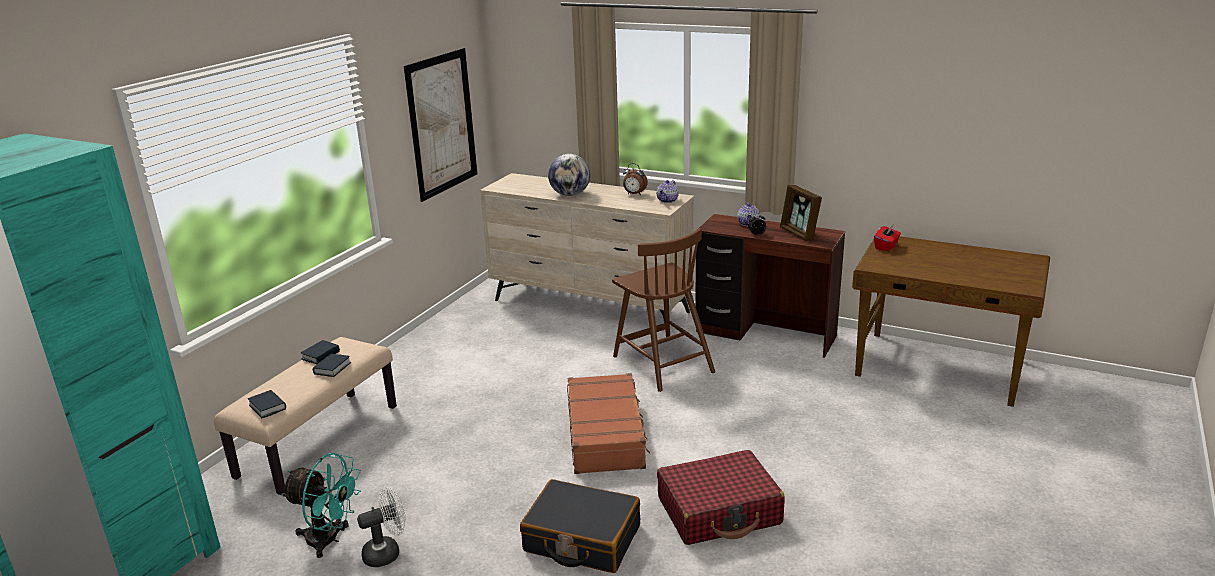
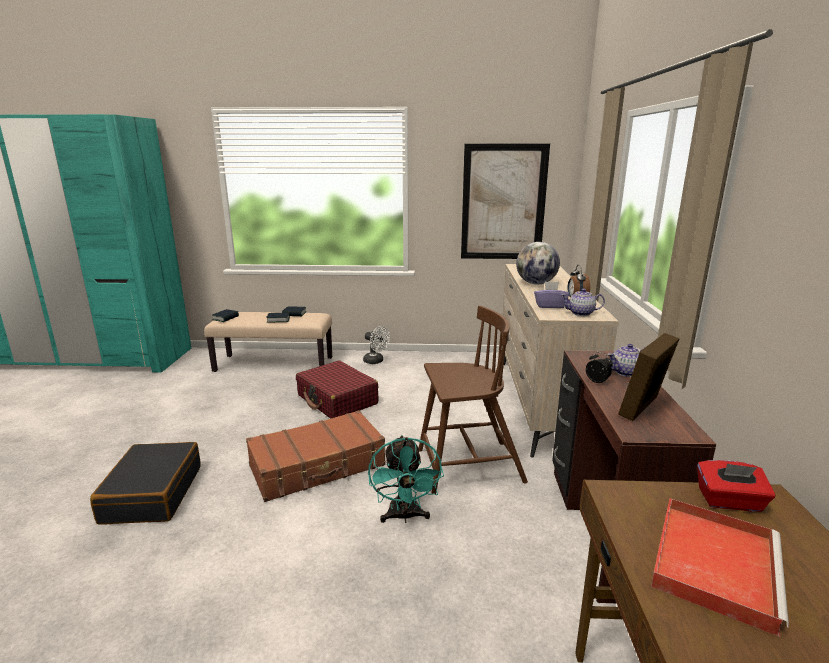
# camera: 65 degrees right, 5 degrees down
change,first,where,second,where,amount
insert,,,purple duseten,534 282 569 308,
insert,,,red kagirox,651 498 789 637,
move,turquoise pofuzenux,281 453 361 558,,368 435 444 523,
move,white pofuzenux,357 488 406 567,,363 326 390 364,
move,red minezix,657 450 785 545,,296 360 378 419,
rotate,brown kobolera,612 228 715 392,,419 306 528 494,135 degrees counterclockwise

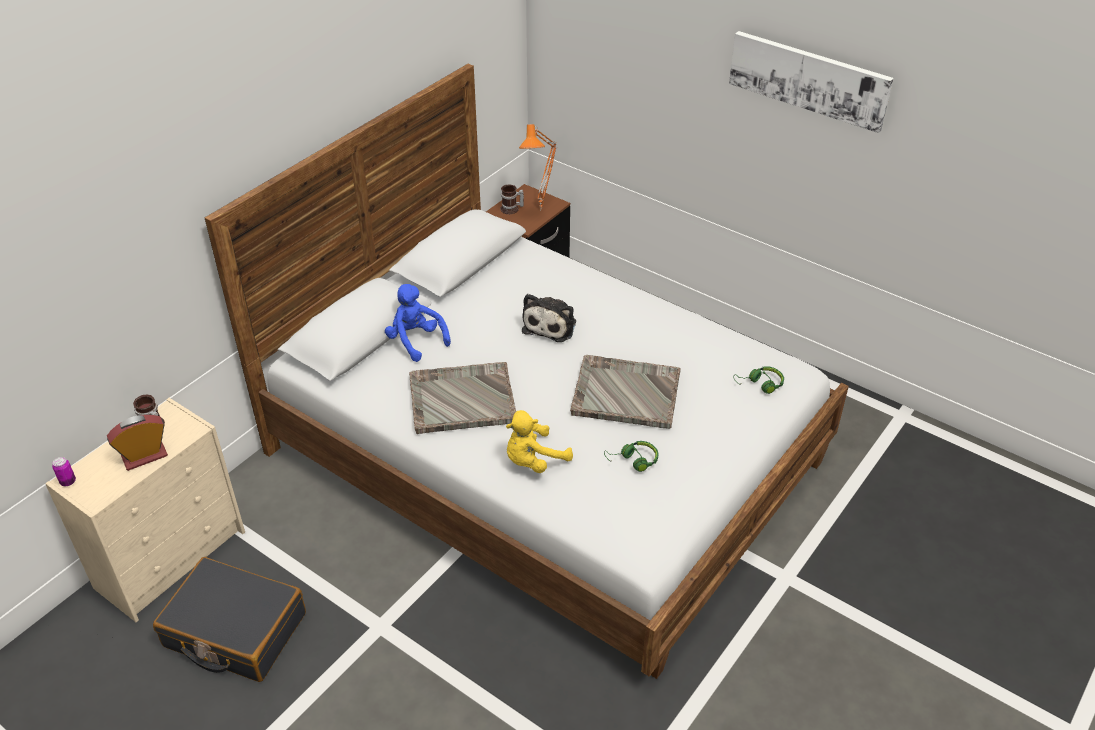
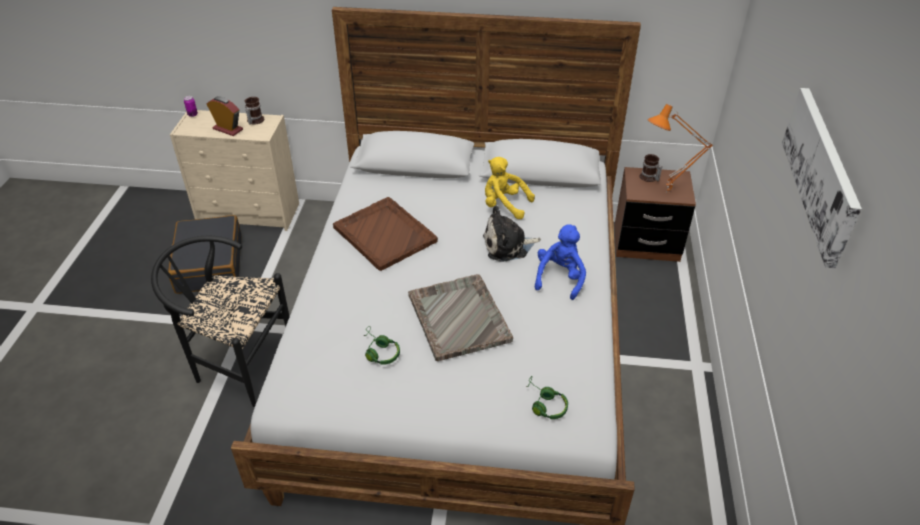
# camera: 60 degrees right, 0 degrees up
change,first,where,second,where,amount
insert,,,black kobolera,151 236 290 407,
move,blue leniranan,385 284 451 362,,535 224 586 300,
move,yellow leniranan,506 410 573 473,,485 157 535 219,
recolor,grey kagirox,409 362 516 434,brown kagirox,333 197 438 271,

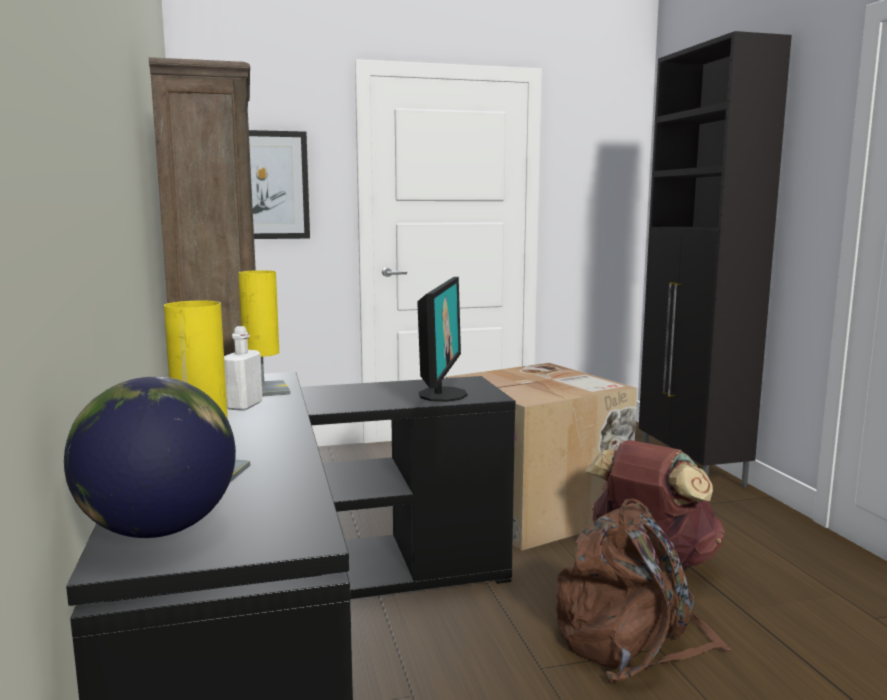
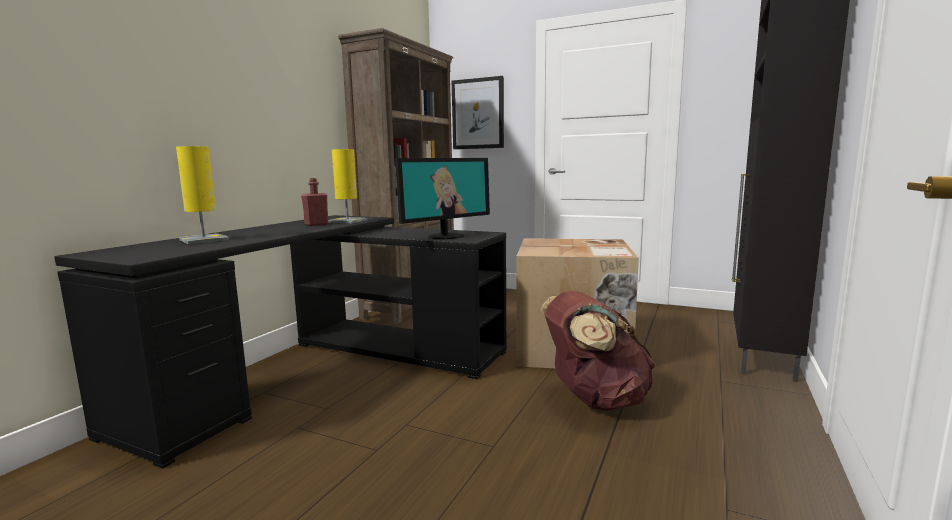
# camera: 40 degrees right, 0 degrees up
change,first,where,second,where,amount
delete,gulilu,64 377 236 538,,,
delete,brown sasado,556 499 732 683,,,
recolor,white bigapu,224 326 262 411,red bigapu,301 178 329 226,

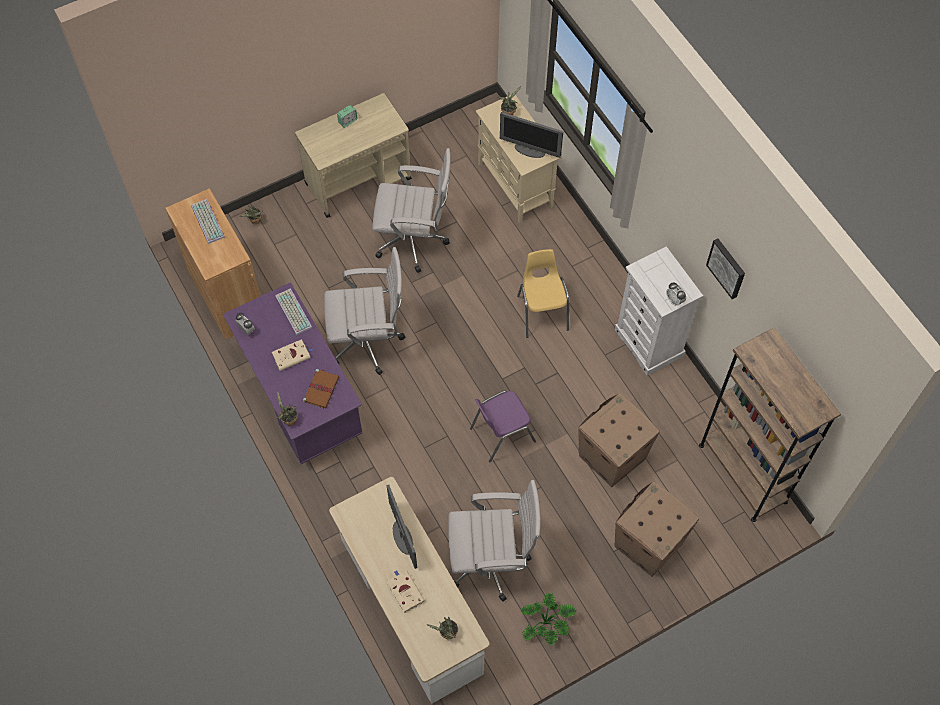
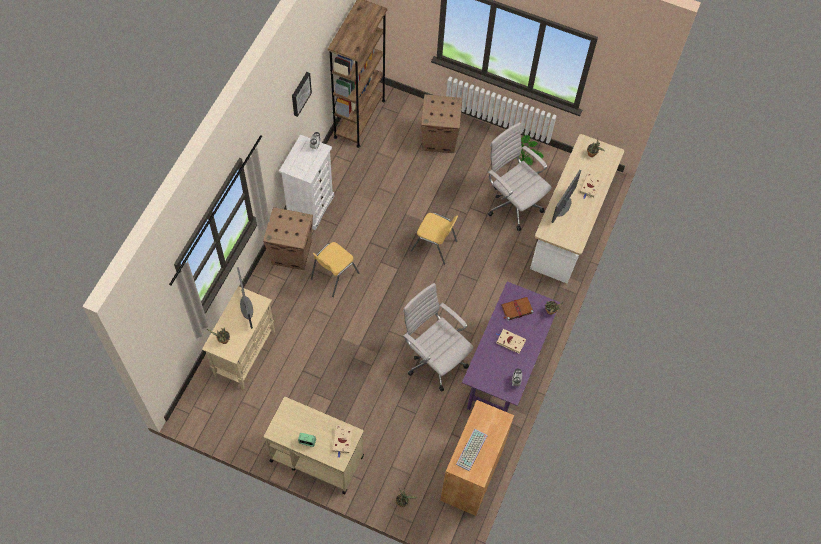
# camera: 130 degrees left, 0 degrees up
change,first,where,second,where,amount
delete,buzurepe,275 288 312 335,,,
delete,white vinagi,372 148 451 273,,,
insert,,,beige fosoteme,332 425 353 458,
move,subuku,578 393 660 487,,263 207 313 270,
recolor,purple kobolera,470 391 536 463,yellow kobolera,411 213 458 265,

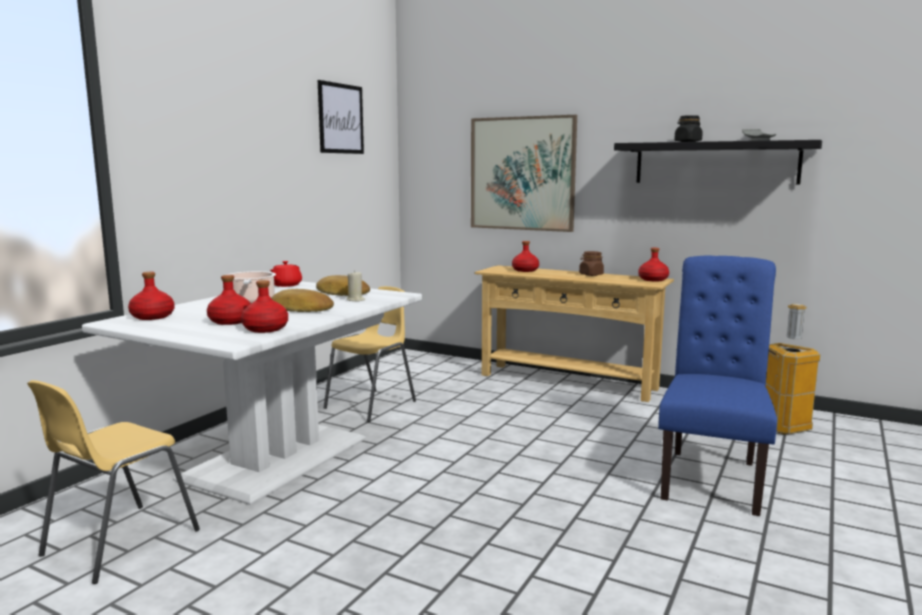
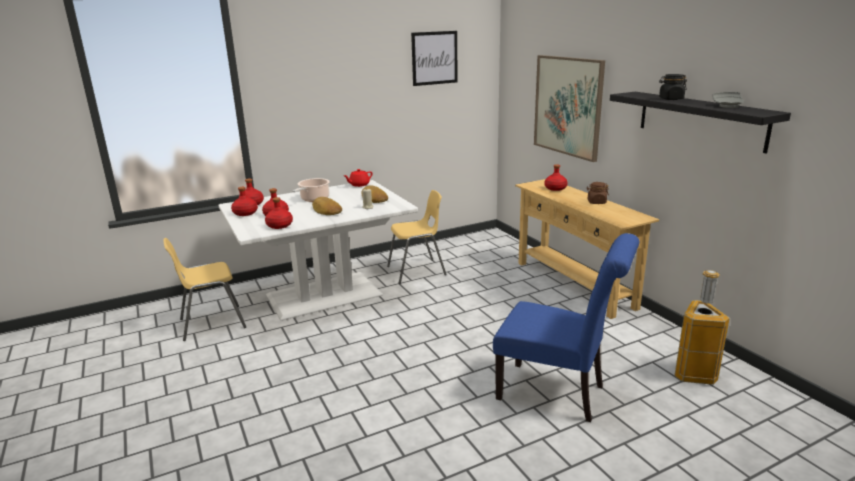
# camera: 35 degrees right, 10 degrees up
change,first,where,second,where,amount
move,red bigapu,639 248 669 281,,231 187 258 216,
rotate,blue kobolera,658 256 777 516,,493 233 639 422,60 degrees clockwise

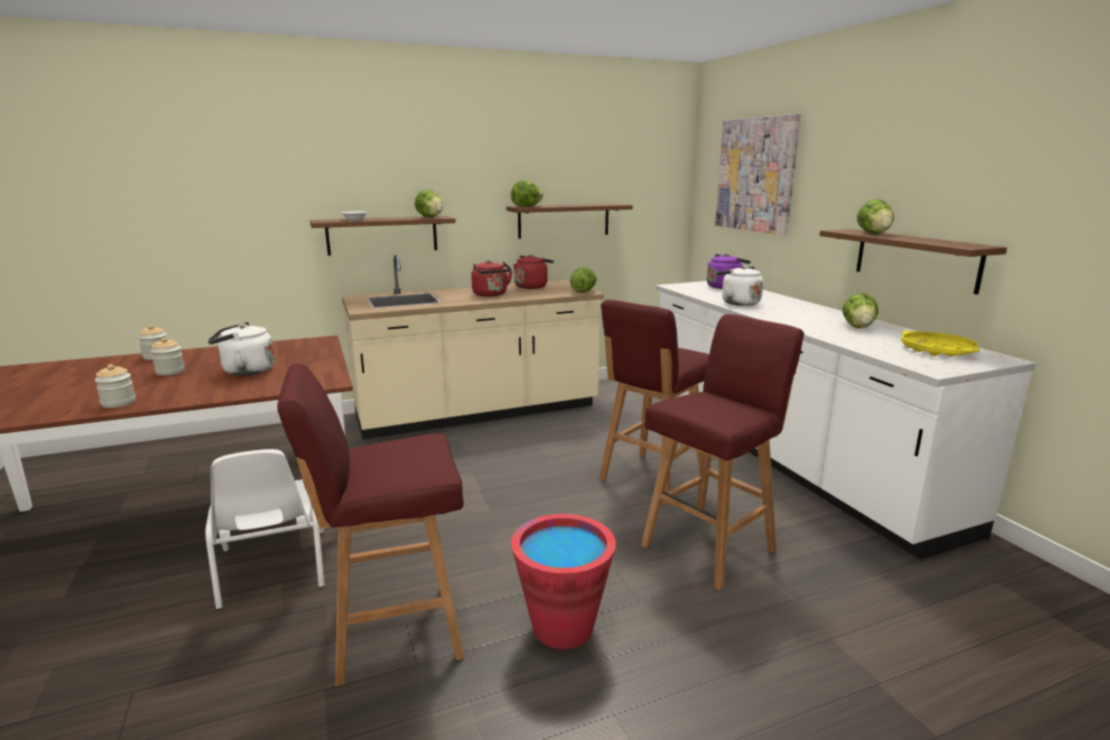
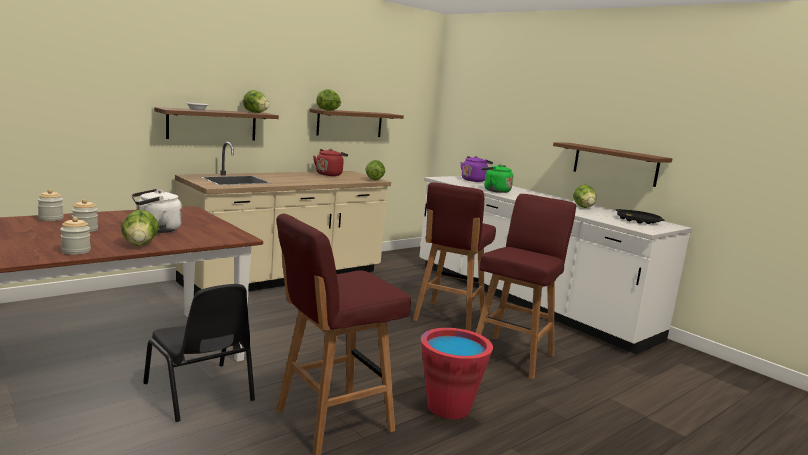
# camera: 20 degrees left, 5 degrees down
change,first,where,second,where,amount
delete,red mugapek,471 260 513 297,,,
delete,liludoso,715 114 801 235,,,
move,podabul,857 199 894 234,,121 209 159 246,
recolor,white kobolera,205 449 325 610,black kobolera,143 284 255 422,
recolor,white mugapek,716 266 763 306,green mugapek,481 164 513 193,
recolor,yellow kagirox,901 331 980 357,black kagirox,615 209 665 224,

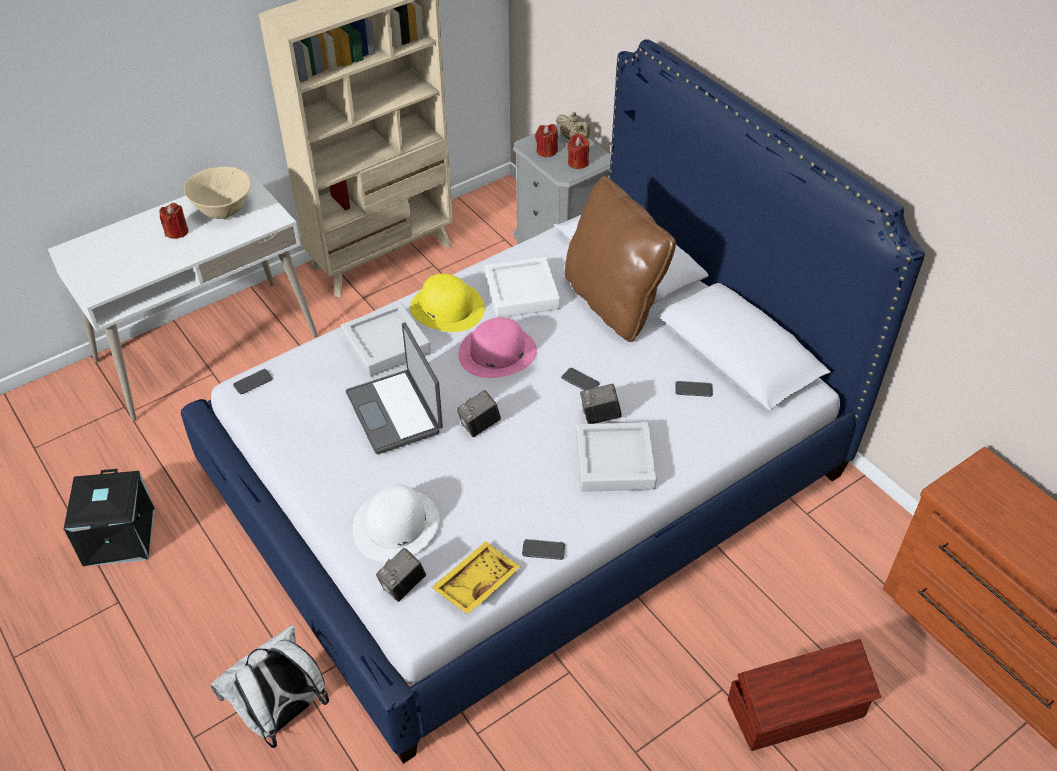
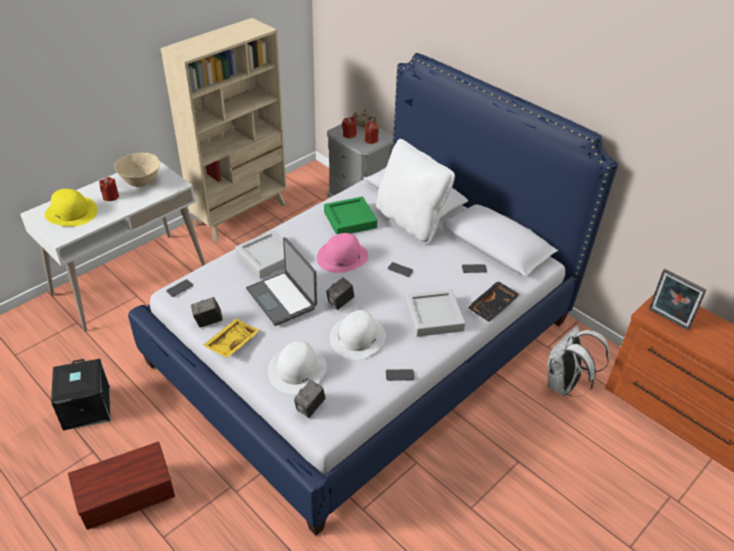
# camera: 10 degrees left, 5 degrees down
change,first,where,second,where,amount
insert,,,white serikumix,330 310 386 359,
insert,,,black kagirox,467 281 520 322,
insert,,,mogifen,649 269 706 330,
move,white sasado,210 624 329 748,,547 326 609 397,
move,yellow serikumix,410 274 485 332,,45 189 98 226,
move,yellow kagirox,432 541 521 615,,203 318 260 358,
move,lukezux,580 384 622 424,,191 297 223 328,
move,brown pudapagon,728 639 881 751,,68 442 175 530,
recolor,white kagirox,485 257 560 318,green kagirox,324 197 377 235,
recolor,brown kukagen,564 176 676 342,white kukagen,376 139 455 244,

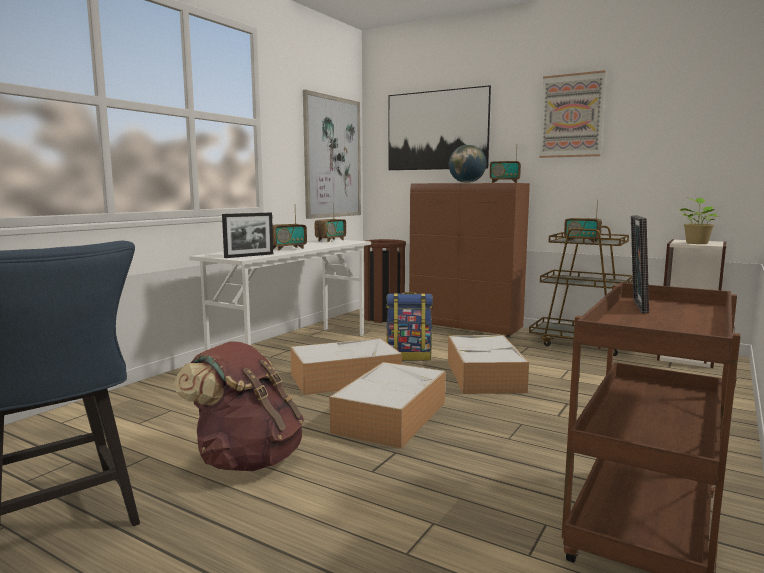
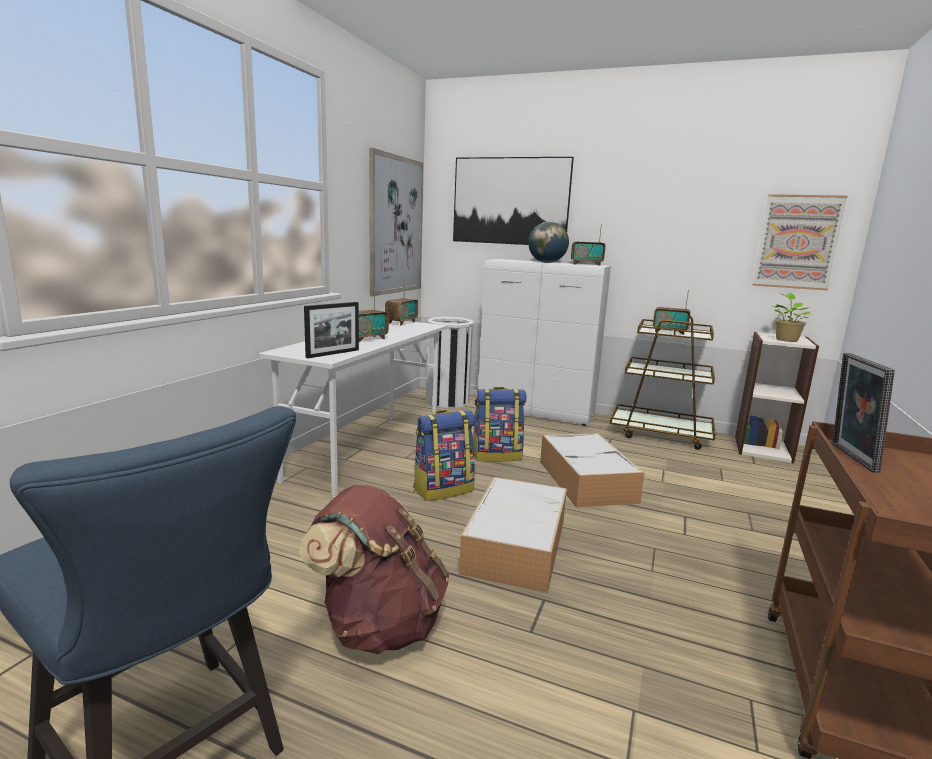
# camera: 10 degrees left, 5 degrees up
change,first,where,second,where,amount
move,liludoso,539 70 606 158,,753 194 847 290,
replace,pudapagon,290 338 402 395,sasado,413 410 475 501,
recolor,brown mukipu,364 239 406 323,white mukipu,426 317 474 408,
recolor,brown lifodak,409 183 530 337,white lifodak,478 259 611 426,

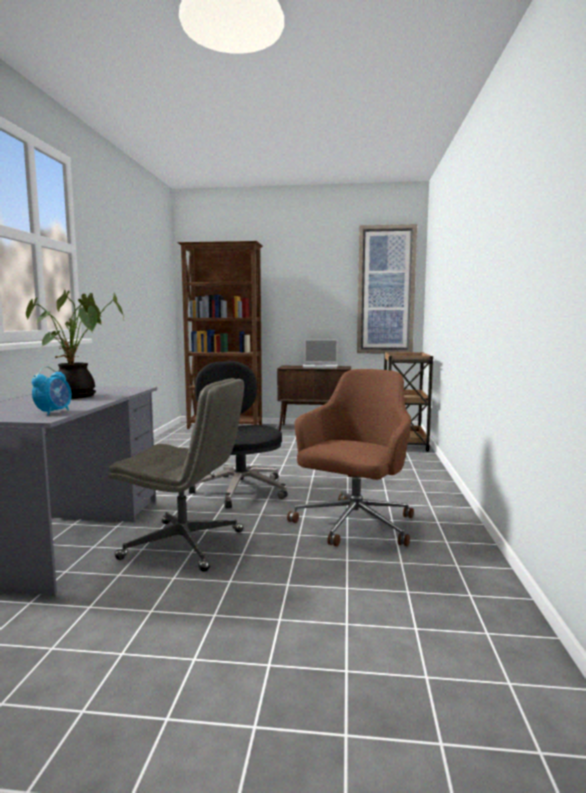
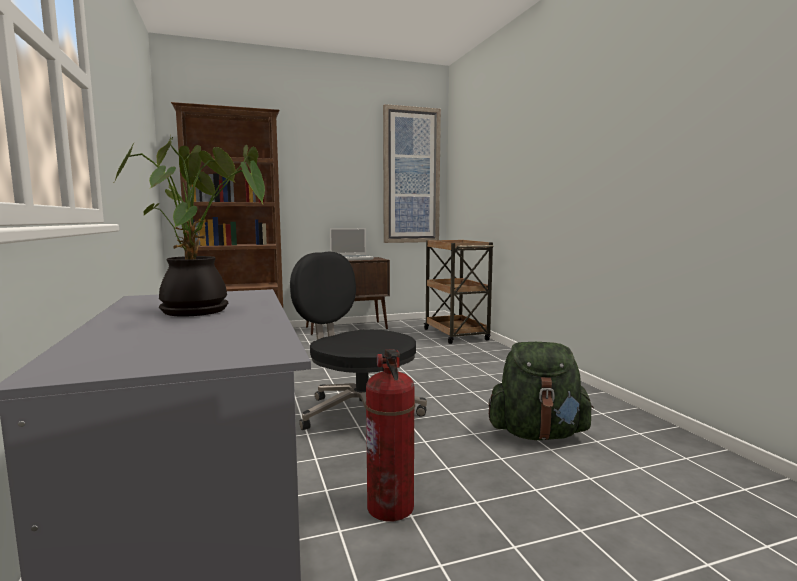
# camera: 25 degrees left, 0 degrees up
change,first,where,second,where,amount
delete,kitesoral,32 366 72 416,,,
replace,grey vinagi,108 378 244 572,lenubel,365 349 415 522,
replace,brown vinagi,287 369 414 547,green sasado,488 342 594 440,

